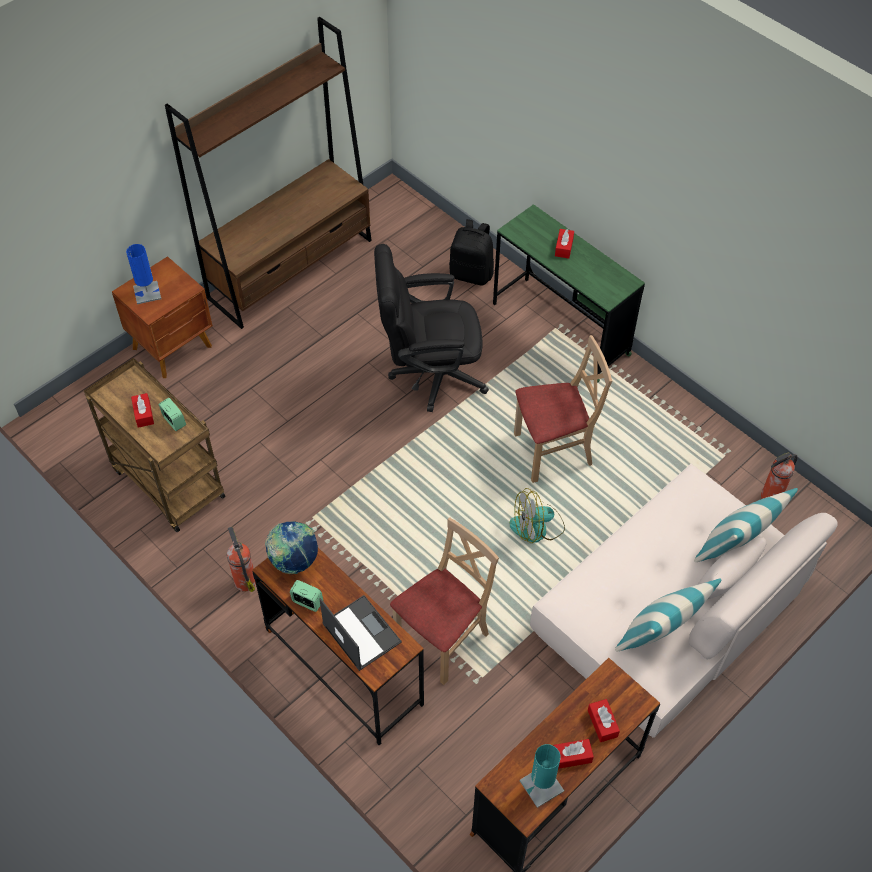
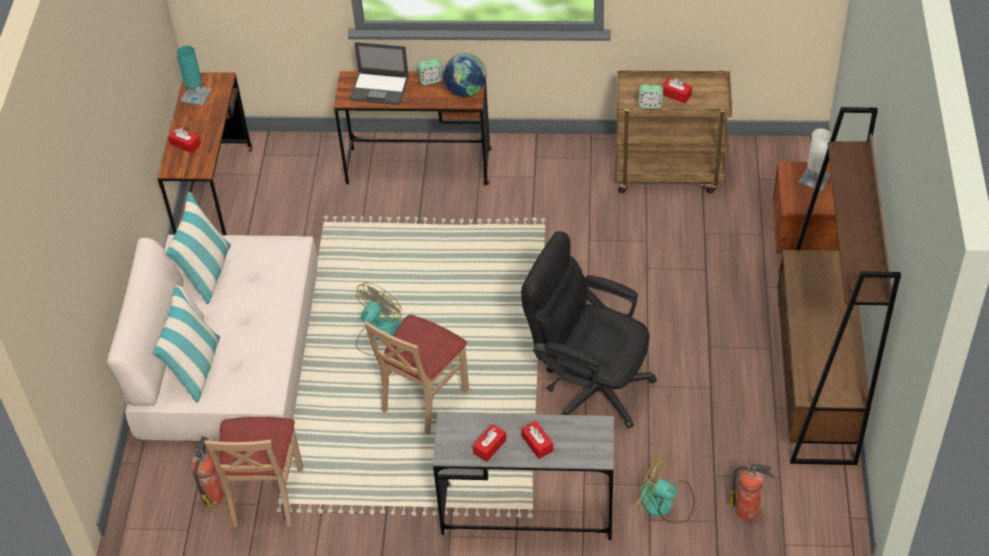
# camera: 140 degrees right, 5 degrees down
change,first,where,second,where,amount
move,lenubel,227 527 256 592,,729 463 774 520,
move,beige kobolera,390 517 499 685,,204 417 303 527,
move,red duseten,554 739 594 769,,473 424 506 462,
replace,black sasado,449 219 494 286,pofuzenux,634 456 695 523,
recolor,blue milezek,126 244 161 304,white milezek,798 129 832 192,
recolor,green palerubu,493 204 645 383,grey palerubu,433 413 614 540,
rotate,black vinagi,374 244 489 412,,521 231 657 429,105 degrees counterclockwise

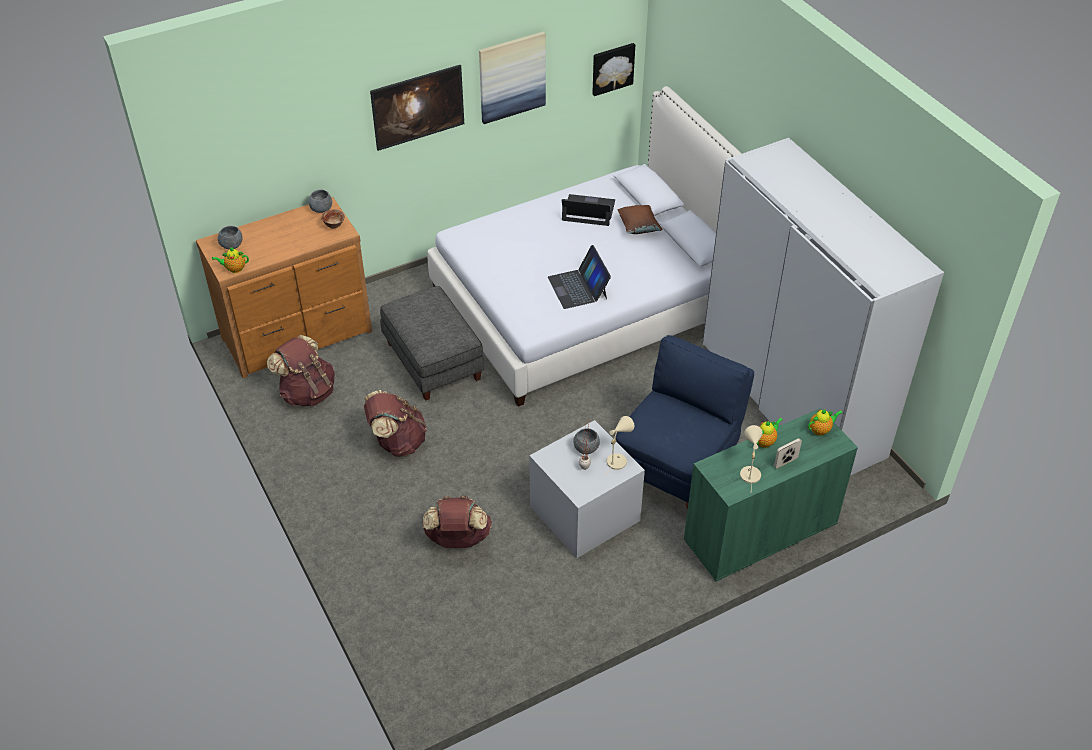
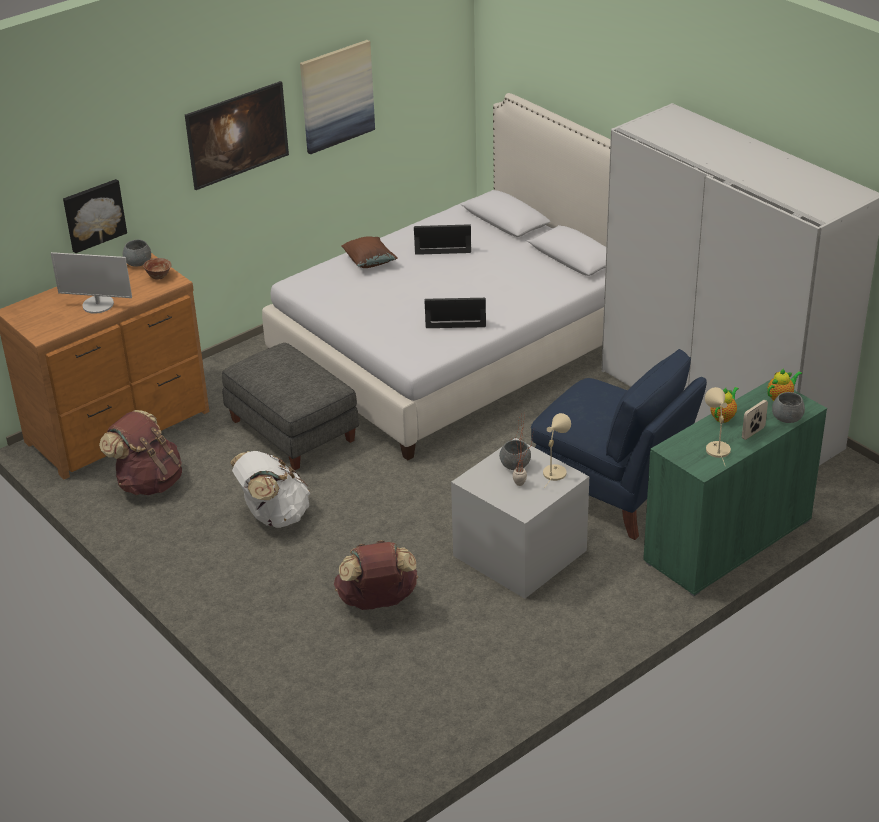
# camera: 10 degrees left, 10 degrees down
change,first,where,second,where,amount
delete,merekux,212 247 249 273,,,
insert,,,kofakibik,51 252 132 314,
move,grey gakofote,218 226 242 249,,772 392 805 423,
move,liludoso,592 43 635 96,,63 179 127 253,
move,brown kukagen,617 205 663 234,,341 236 397 268,
recolor,brown sasado,364 390 427 457,white sasado,230 451 310 528,
rotate,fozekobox,548 245 611 309,,424 298 486 328,120 degrees clockwise
rotate,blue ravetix,616 335 754 511,,531 349 707 540,105 degrees clockwise

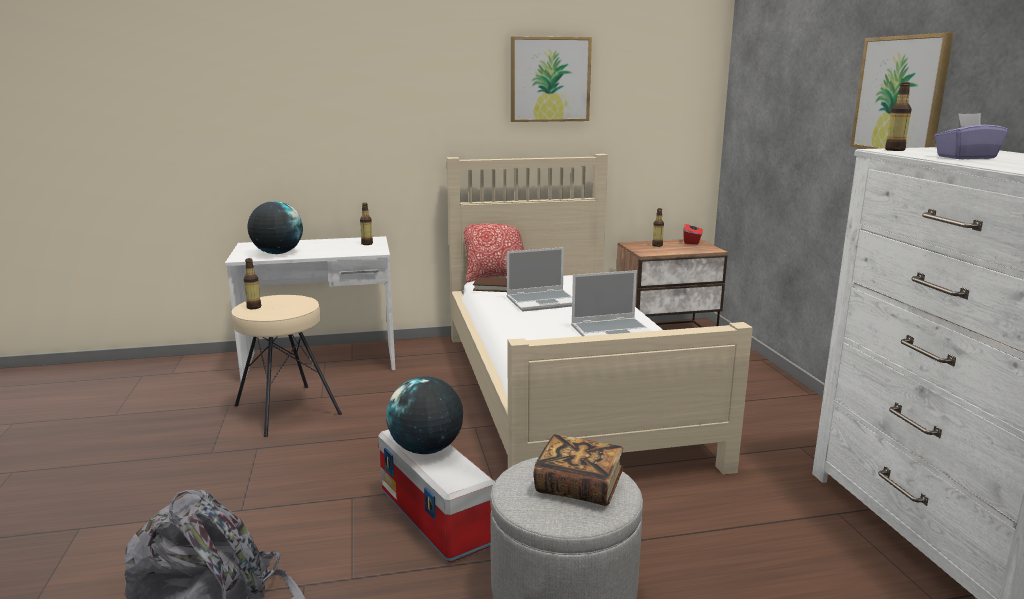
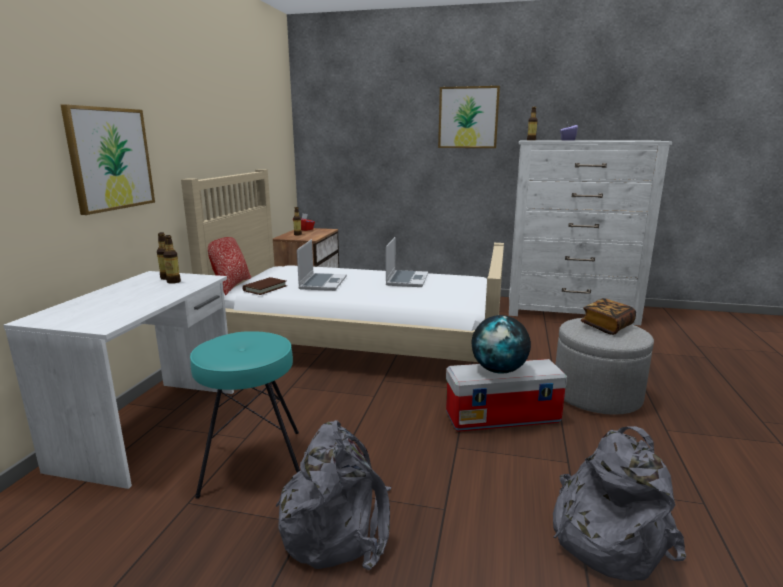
# camera: 65 degrees left, 0 degrees up
change,first,where,second,where,amount
delete,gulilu,247 201 303 254,,,
insert,,,grey sasado,276 420 391 570,
move,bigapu,244 258 261 309,,163 235 181 284,
move,liludoso,511 36 592 122,,61 104 155 215,
recolor,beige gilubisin,232 295 342 437,turquoise gilubisin,190 331 300 499,

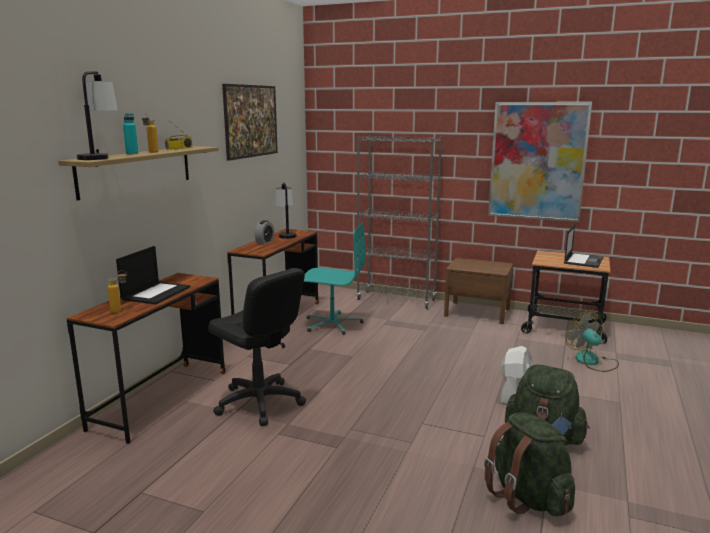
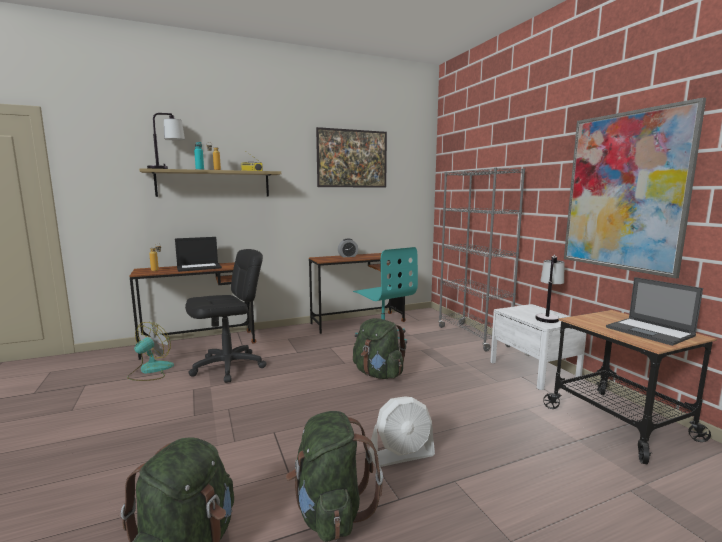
# camera: 45 degrees right, 5 degrees down
change,first,where,second,where,amount
insert,,,green sasado,353 318 406 379,
move,milezek,275 182 297 239,,536 255 565 323,
move,pofuzenux,565 312 619 372,,127 322 174 381,
recolor,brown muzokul,444 258 513 324,white muzokul,490 304 587 390,
rotate,black vinagi,208 268 306 426,,185 249 267 383,120 degrees counterclockwise
rotate,fozekobox,564 224 603 268,,606 277 703 346,75 degrees clockwise

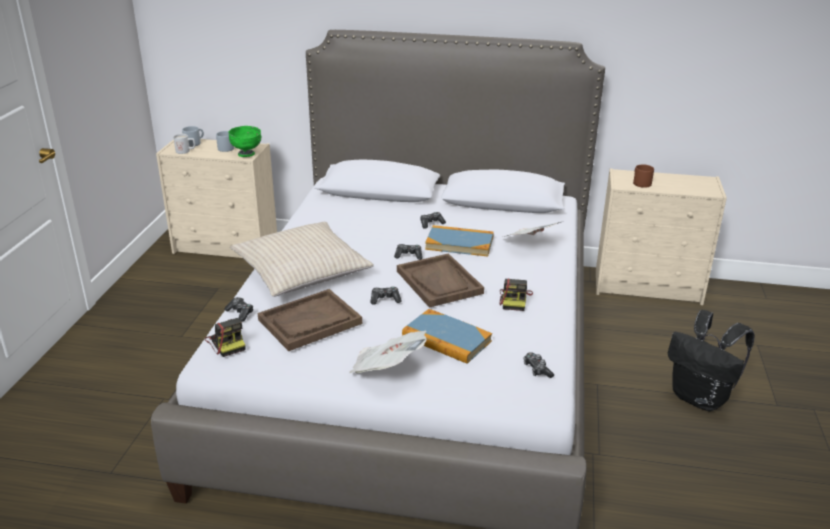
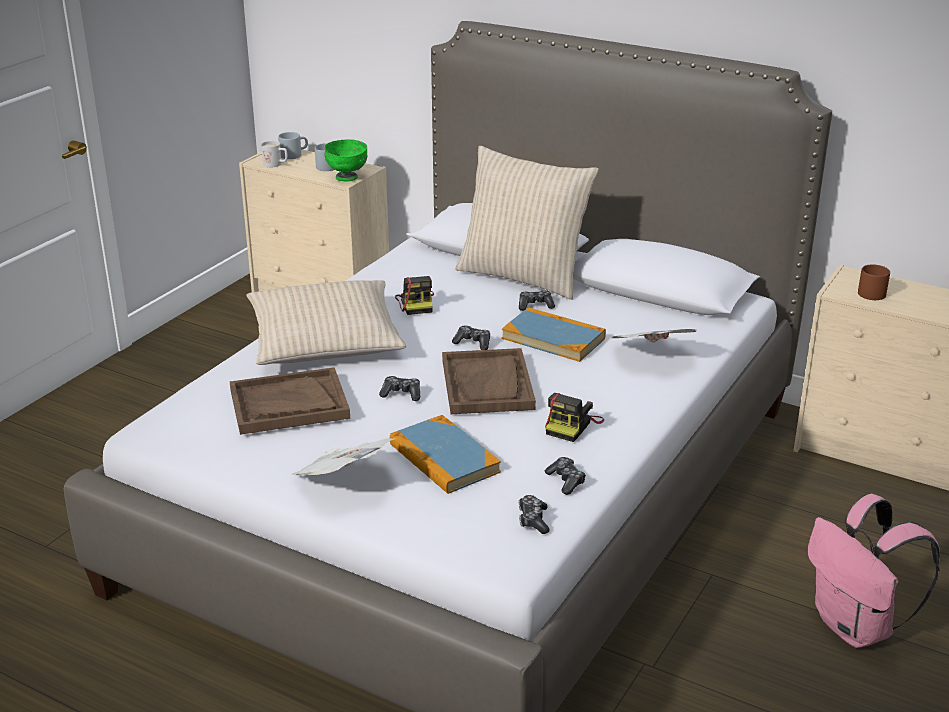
# camera: 20 degrees right, 0 degrees up
change,first,where,second,where,amount
insert,,,beige kukagen,455 146 599 300,
move,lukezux,205 318 245 357,,395 276 434 315,
move,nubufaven,224 297 253 322,,545 457 586 495,
recolor,black sasado,668 310 755 411,pink sasado,808 494 940 648,

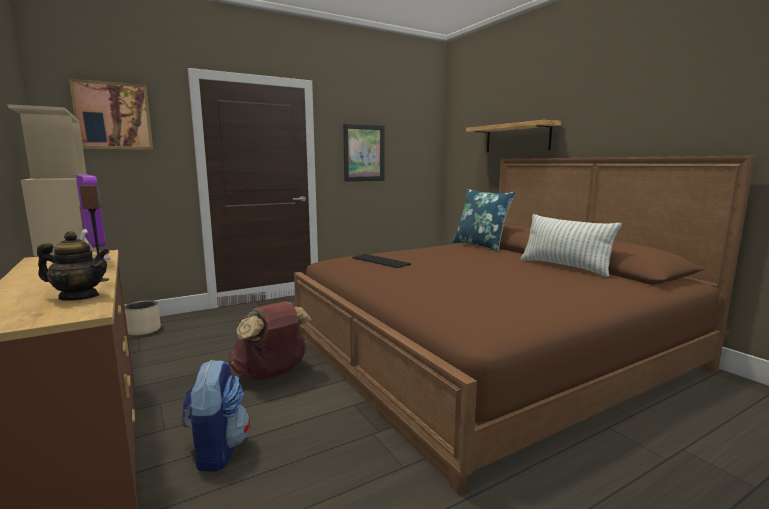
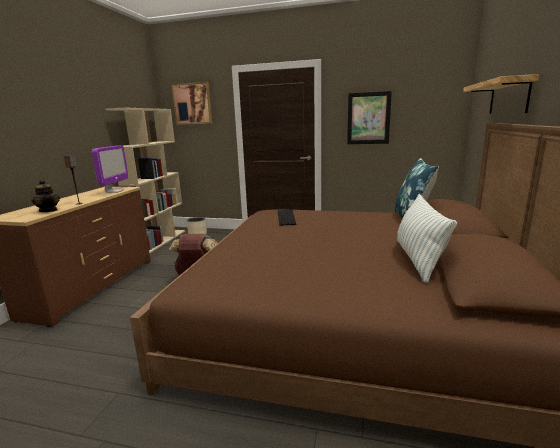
# camera: 45 degrees right, 5 degrees up
change,first,where,second,where,amount
delete,sasado,182 360 250 472,,,

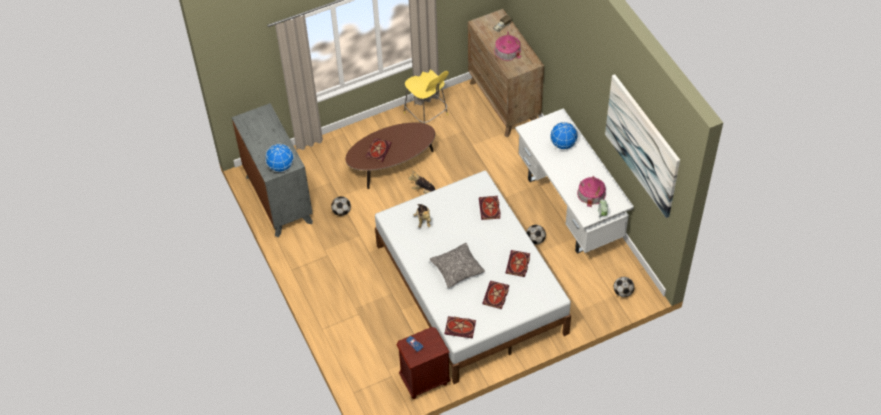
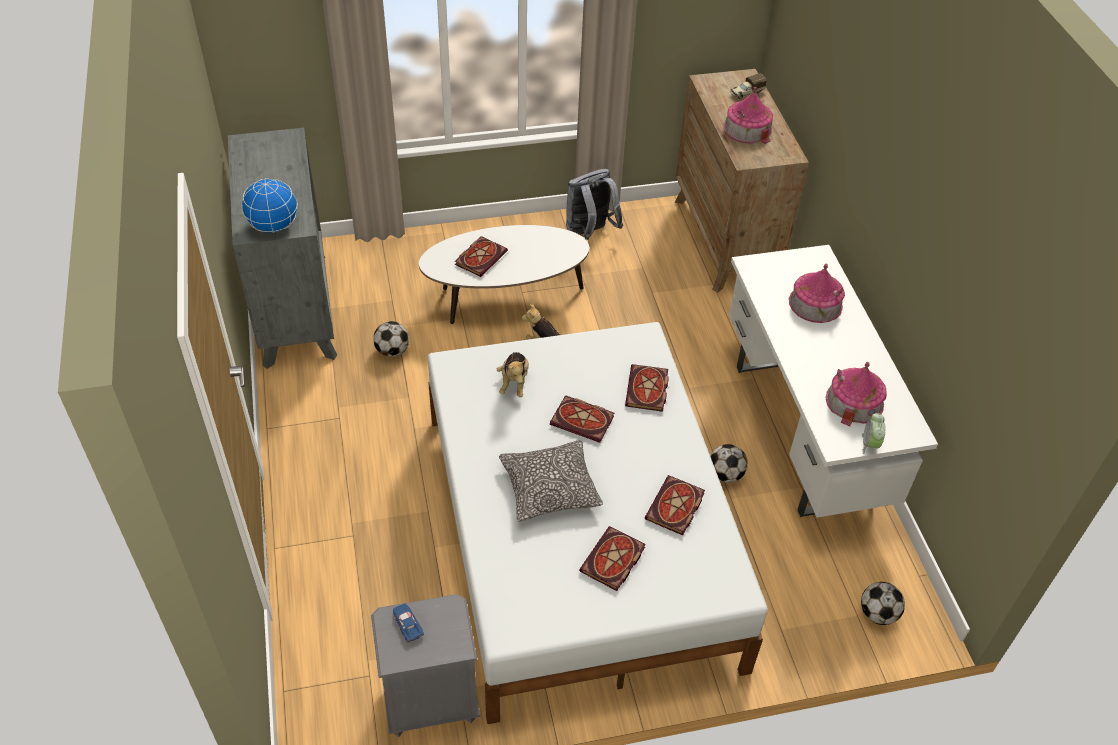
# camera: 10 degrees right, 5 degrees down
change,first,where,second,where,amount
delete,liludoso,605 74 680 218,,,
move,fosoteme,445 316 476 338,,550 395 614 443,
replace,yellow gilubisin,404 70 449 124,grey sasado,566 169 623 240,
replace,gulilu,550 122 578 150,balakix,789 264 845 323,
recolor,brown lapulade,346 123 435 189,white lapulade,419 225 589 324,
recolor,brown muzokul,397 327 451 399,grey muzokul,371 594 480 737,

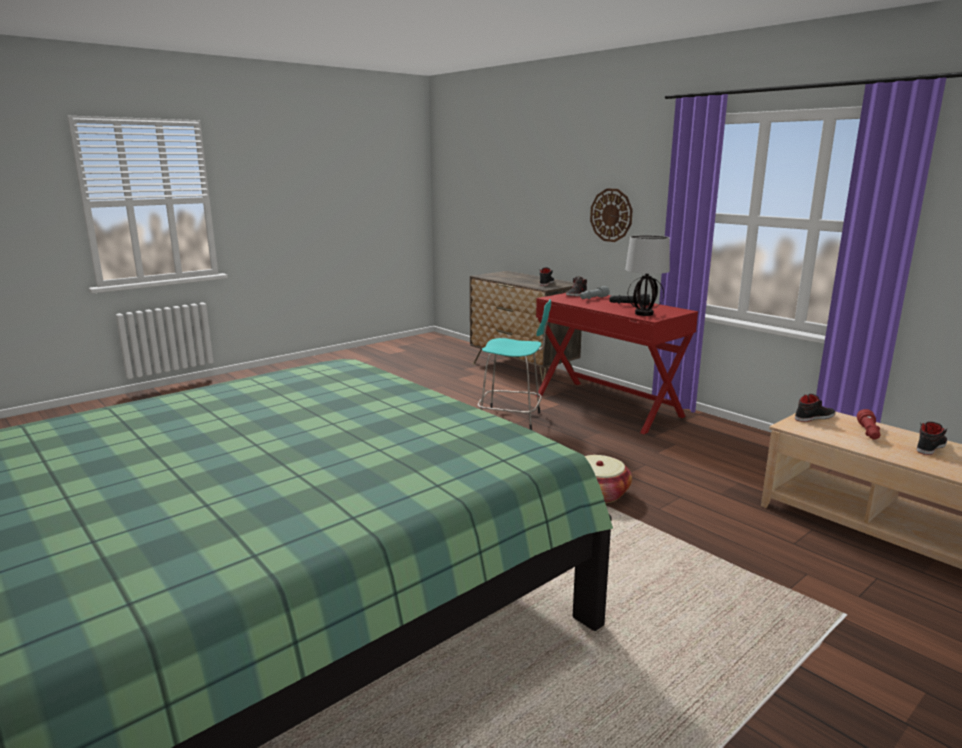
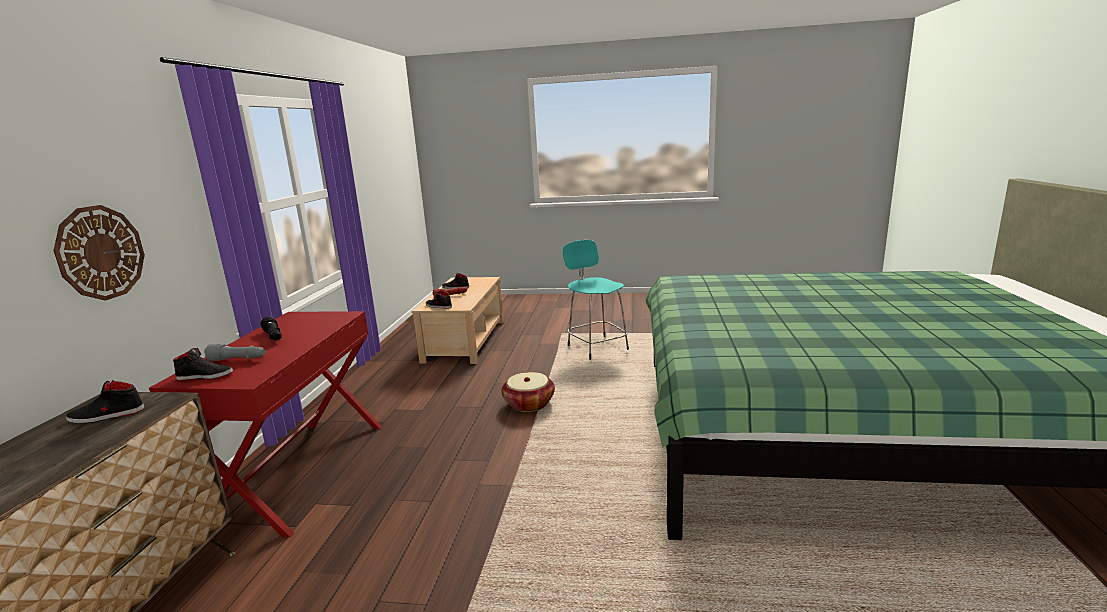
# camera: 130 degrees left, 0 degrees up
change,first,where,second,where,amount
delete,milezek,625 235 670 316,,,
move,turquoise gilubisin,478 299 551 430,,563 240 629 360,

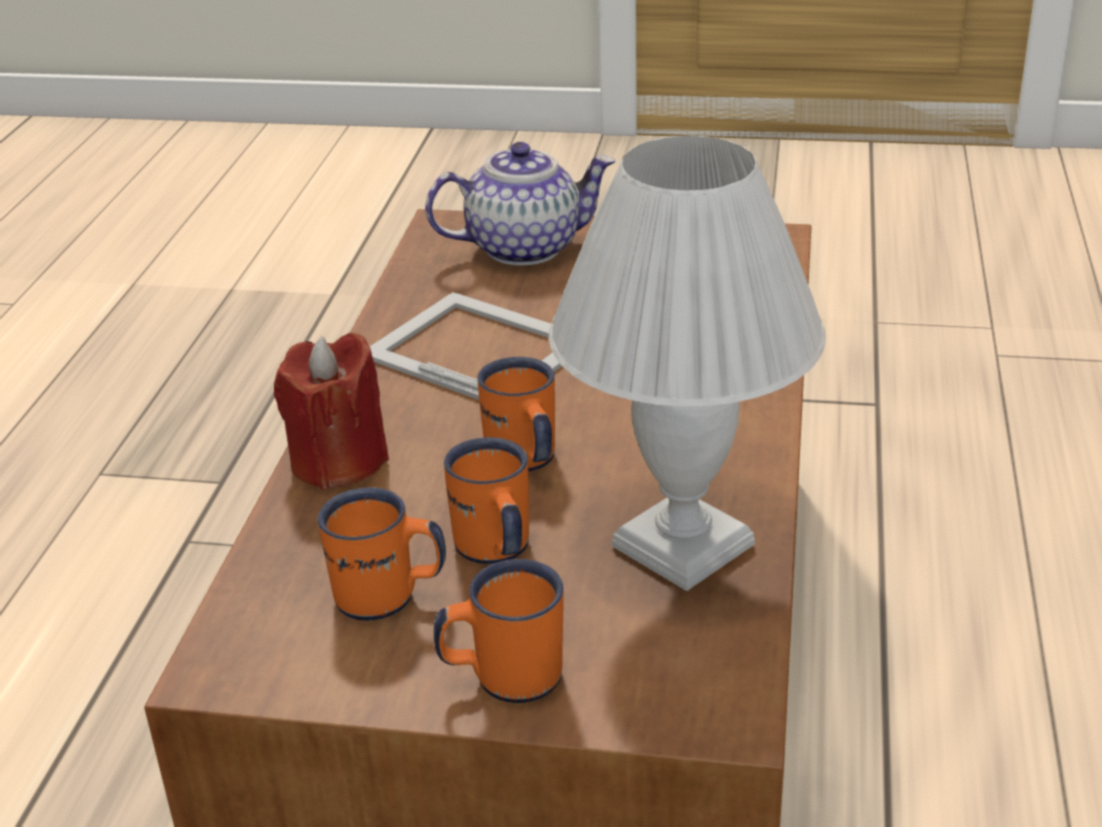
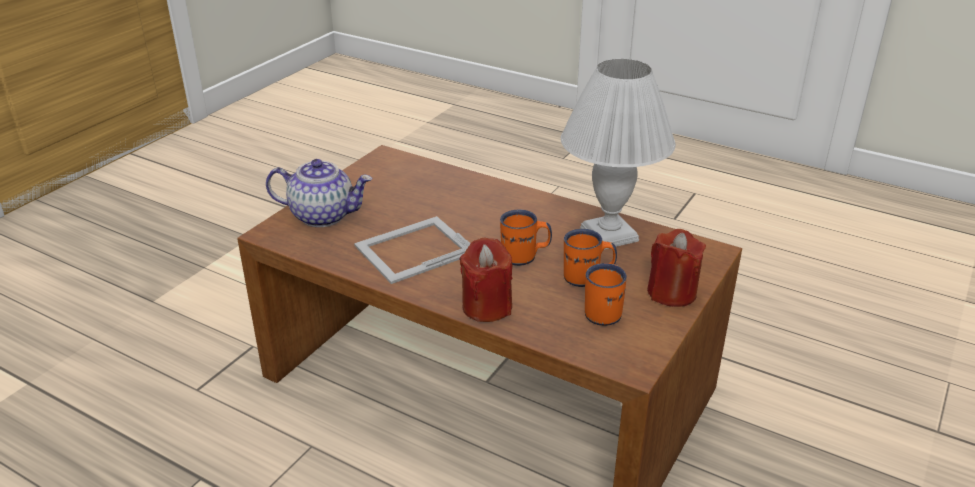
# camera: 70 degrees left, 0 degrees up
change,first,where,second,where,amount
replace,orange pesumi,434 559 564 703,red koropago,647 229 706 307,
rotate,merekux,425 142 616 266,,266 159 372 227,90 degrees clockwise

